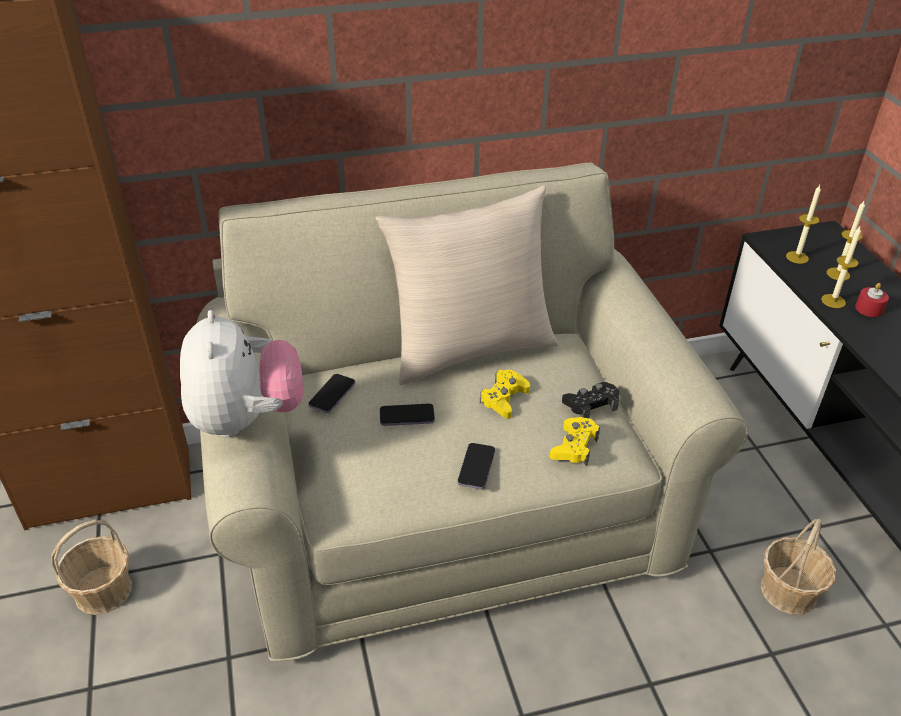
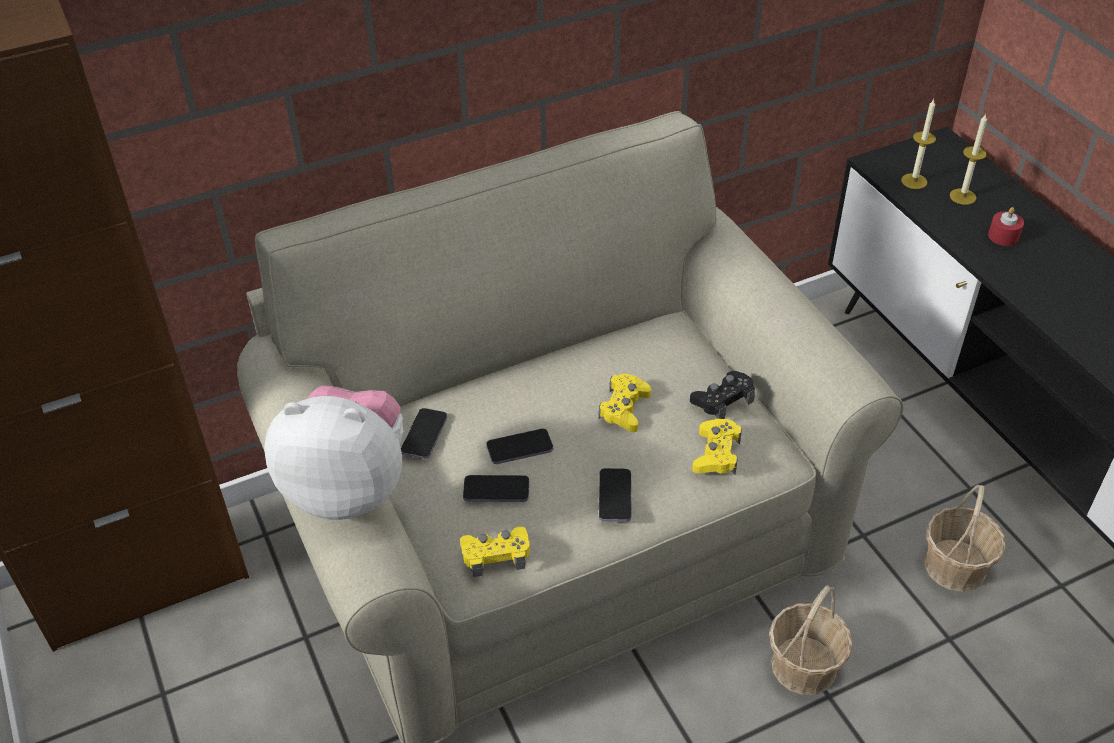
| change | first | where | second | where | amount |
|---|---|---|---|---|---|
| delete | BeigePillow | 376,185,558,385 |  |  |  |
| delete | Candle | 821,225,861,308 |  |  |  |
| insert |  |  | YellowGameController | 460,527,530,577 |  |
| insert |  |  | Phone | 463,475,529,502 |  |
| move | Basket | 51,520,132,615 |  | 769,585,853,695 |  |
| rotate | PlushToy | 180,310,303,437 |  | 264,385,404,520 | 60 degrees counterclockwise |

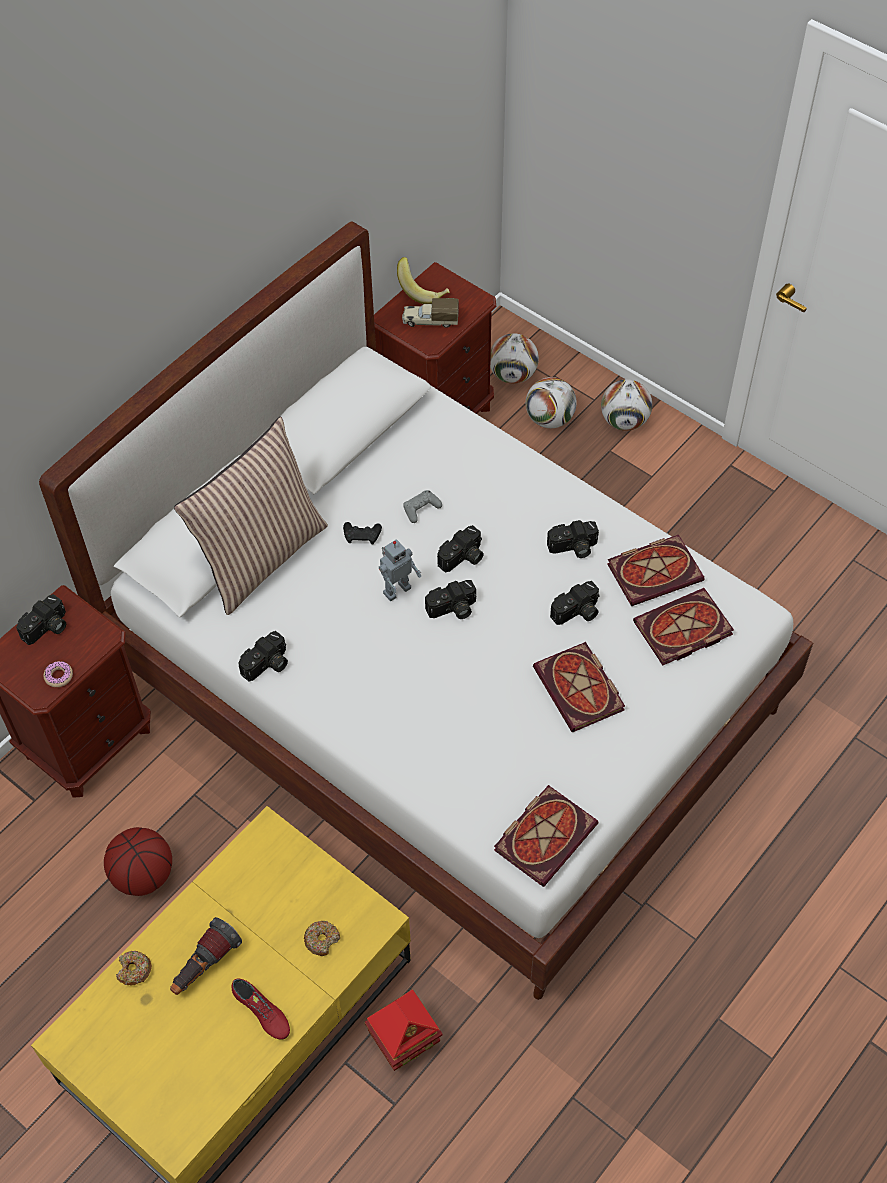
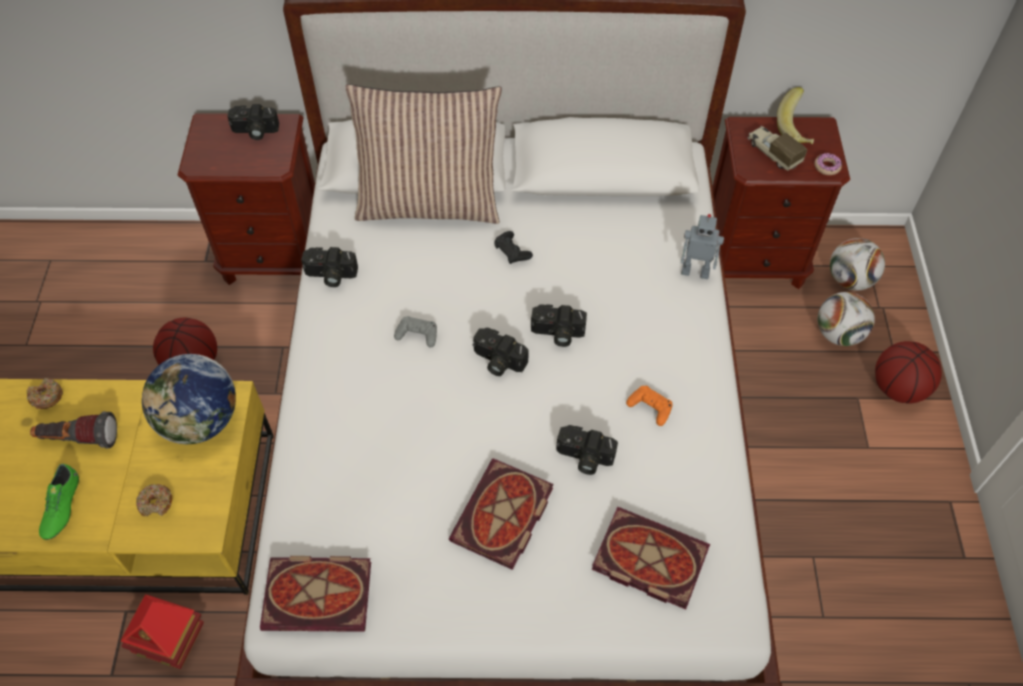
| change | first | where | second | where | amount |
|---|---|---|---|---|---|
| delete | Book | 607,535,704,606 |  |  |  |
| insert |  |  | Globe | 142,354,236,444 |  |
| move | Donut | 43,661,73,687 |  | 814,153,842,175 |  |
| move | ToyRobot | 379,539,422,601 |  | 681,214,724,279 |  |
| move | GreyGameController | 403,490,442,523 |  | 394,316,437,347 |  |
| replace | PhotoCamera | 547,520,599,558 | OrangeGameController | 626,386,672,426 |  |
| replace | Football | 601,379,652,431 | Basketball | 875,341,942,404 |  |
| recolor | RedShoe | 232,978,290,1040 | GreenShoe | 39,464,79,540 |  |

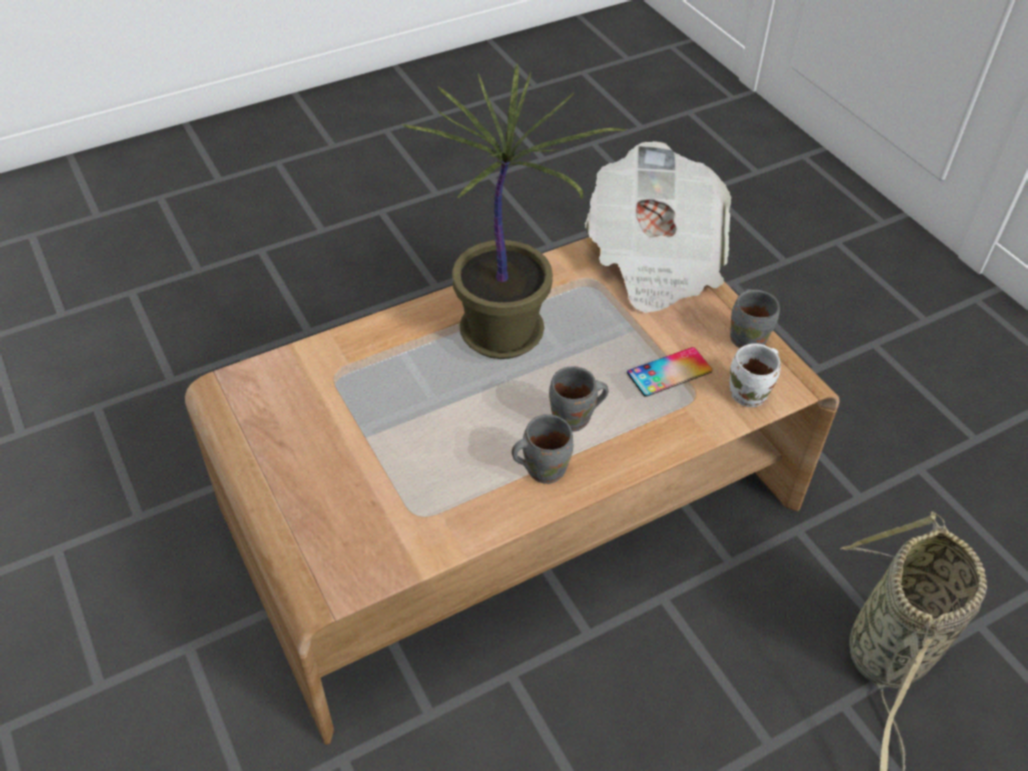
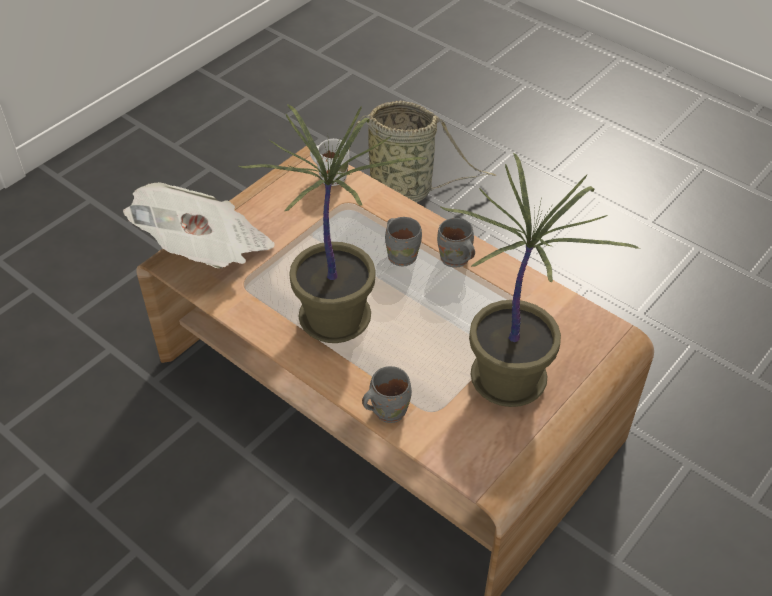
| change | first | where | second | where | amount |
|---|---|---|---|---|---|
| delete | Phone | 627,347,712,397 |  |  |  |
| insert |  |  | PottedPlant | 441,153,641,407 |  |
| move | GreyMug | 730,289,780,348 |  | 362,366,412,423 |  |

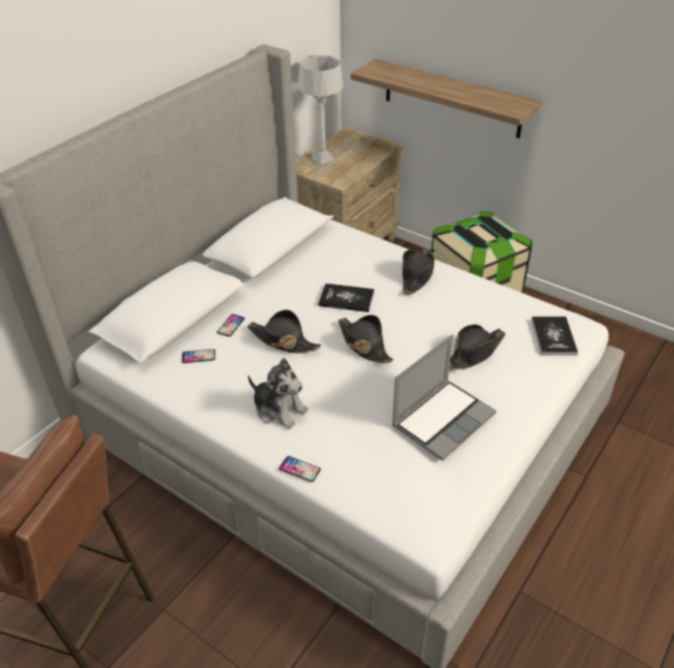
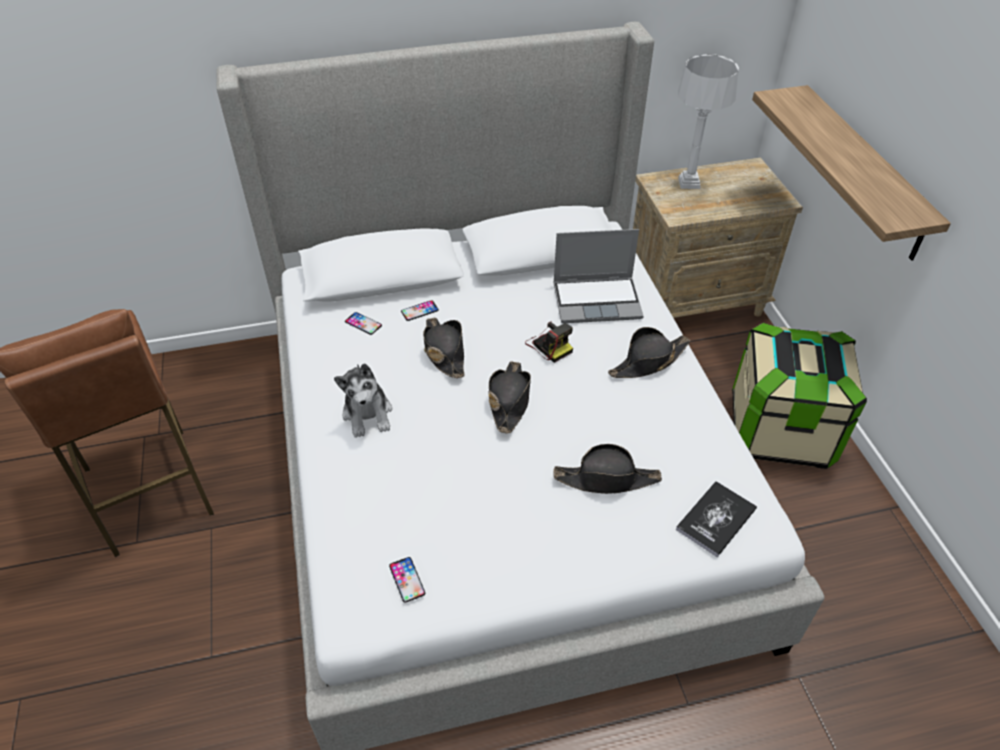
| change | first | where | second | where | amount |
|---|---|---|---|---|---|
| move | Phone | 279,456,321,482 |  | 389,557,425,603 |  |
| move | Laptop | 392,335,497,461 |  | 553,229,644,323 |  |
| replace | Book | 318,283,374,312 | PhotoCamera | 525,321,573,363 |  |

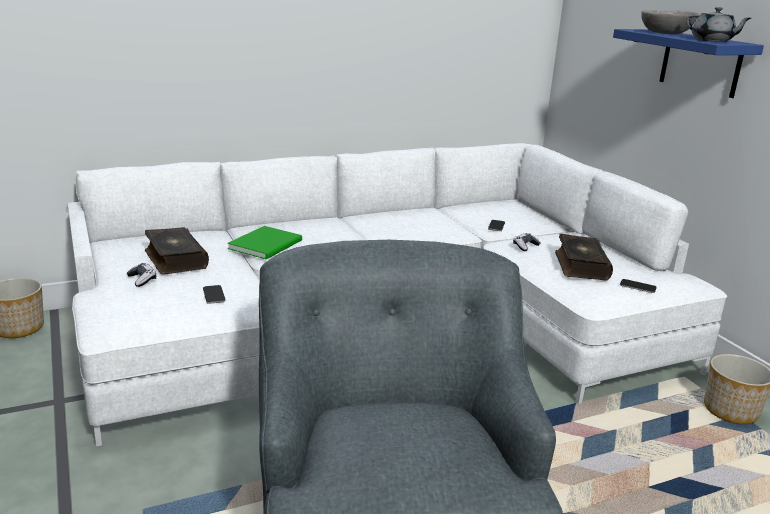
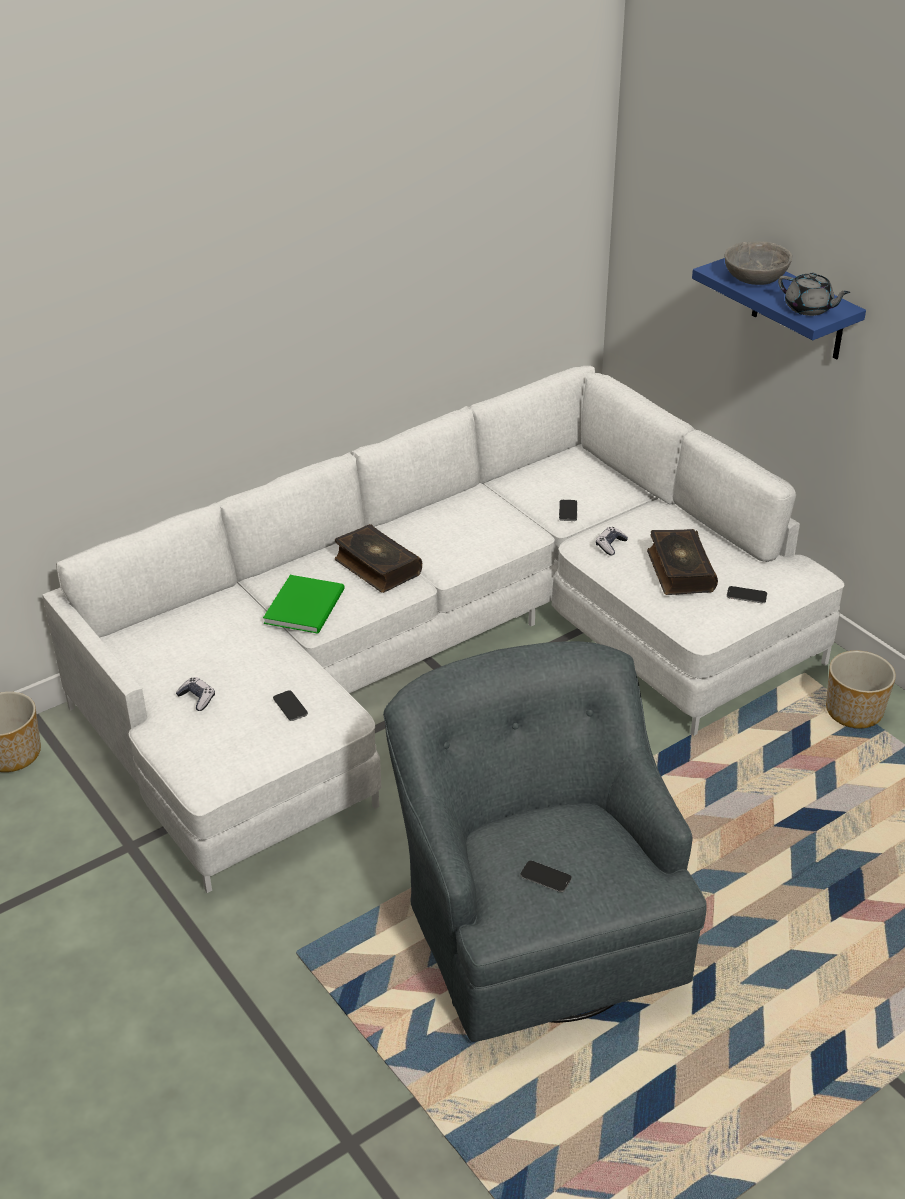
| change | first | where | second | where | amount |
|---|---|---|---|---|---|
| insert |  |  | Phone | 520,861,572,892 |  |
| move | Book | 145,227,209,275 |  | 335,524,422,593 |  |

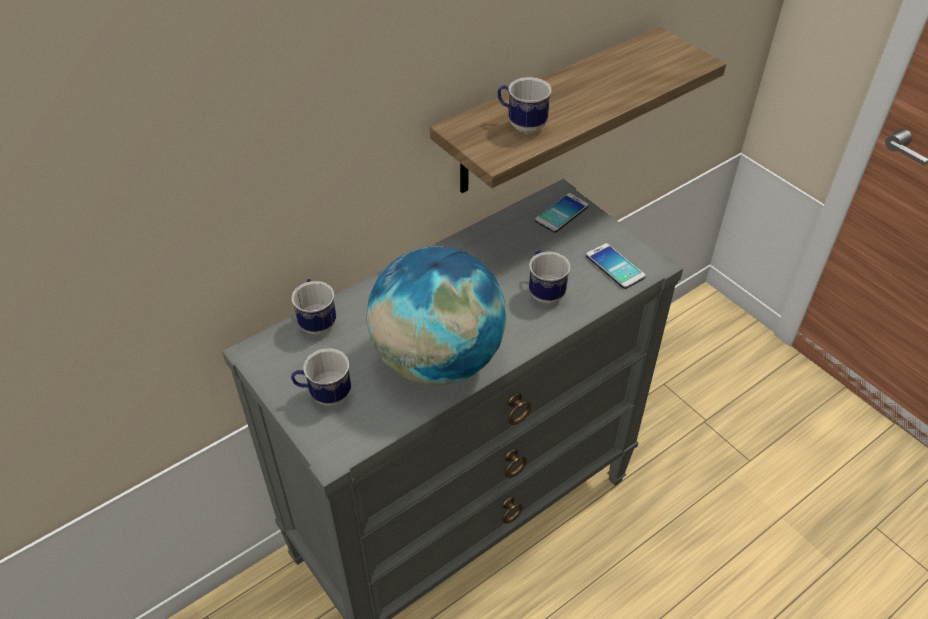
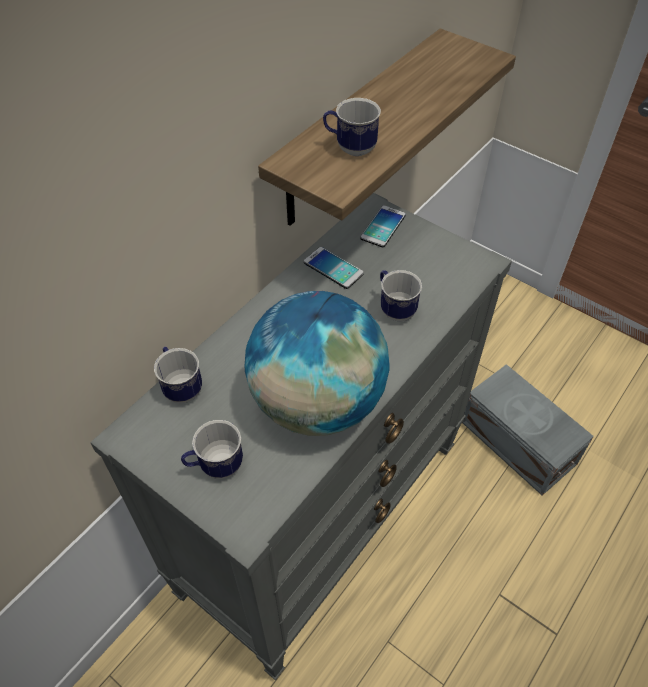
| change | first | where | second | where | amount |
|---|---|---|---|---|---|
| insert |  |  | GreyStorageBox | 462,364,594,495 |  |
| move | Phone | 586,243,645,289 |  | 304,247,364,289 |  |

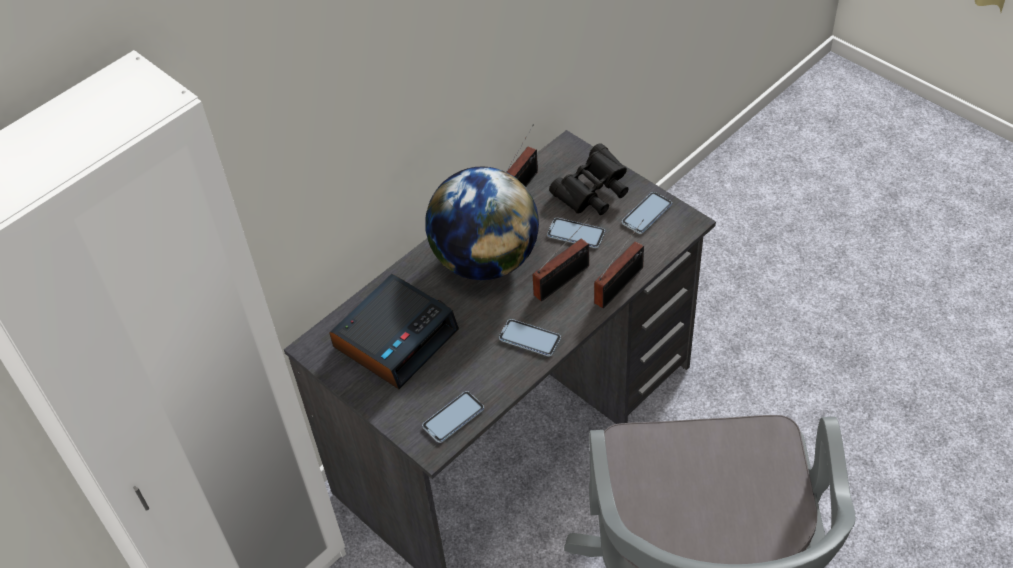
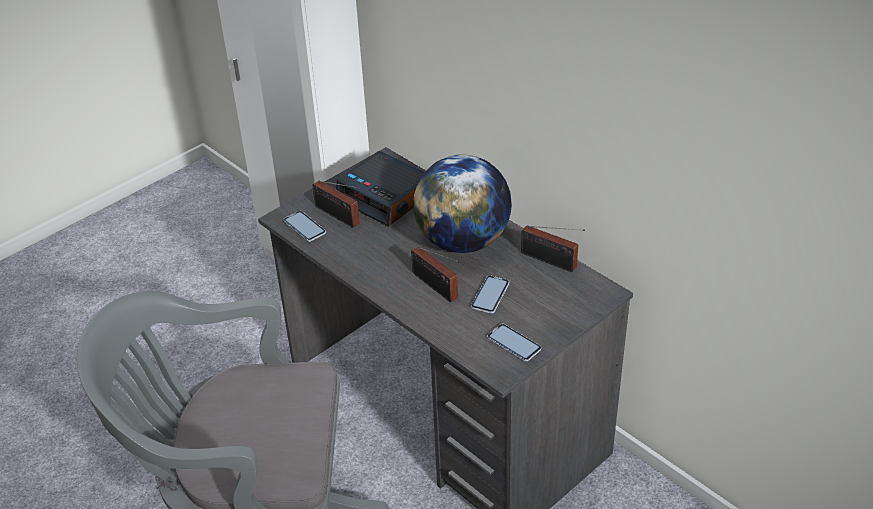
| change | first | where | second | where | amount |
|---|---|---|---|---|---|
| delete | Phone | 499,319,561,356 |  |  |  |
| delete | BlackBinoculars | 549,143,629,215 |  |  |  |
| move | Radio | 594,220,644,308 |  | 312,180,360,228 |  |

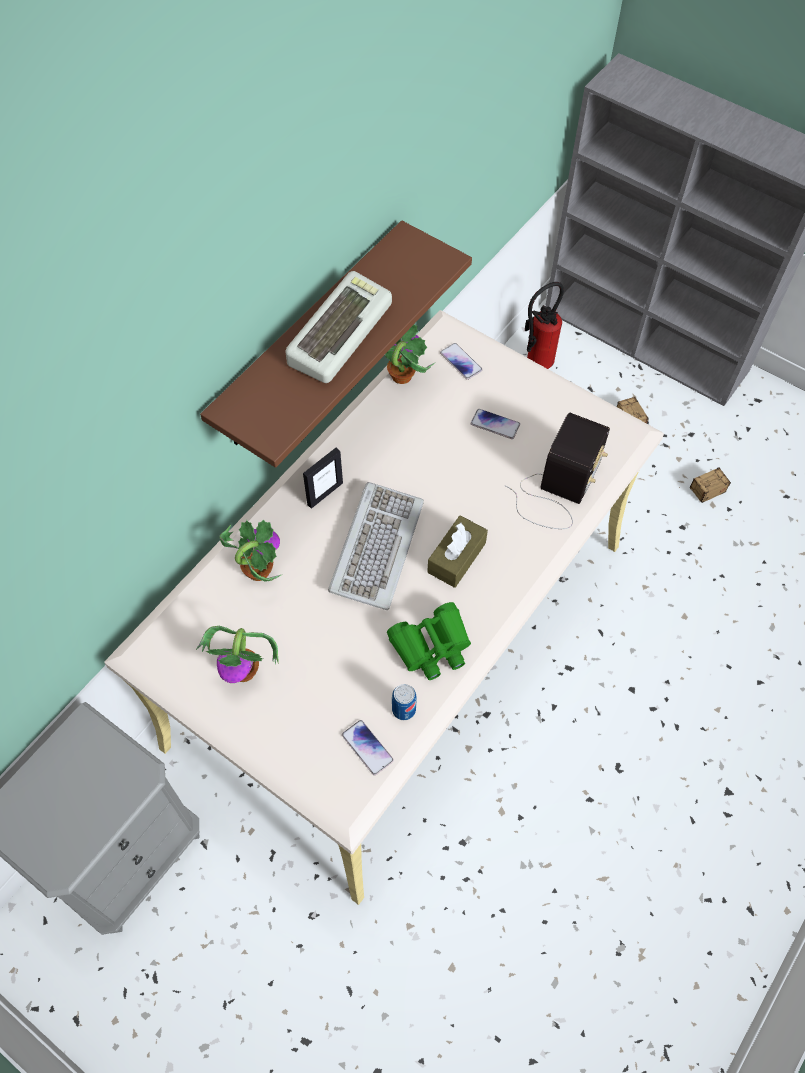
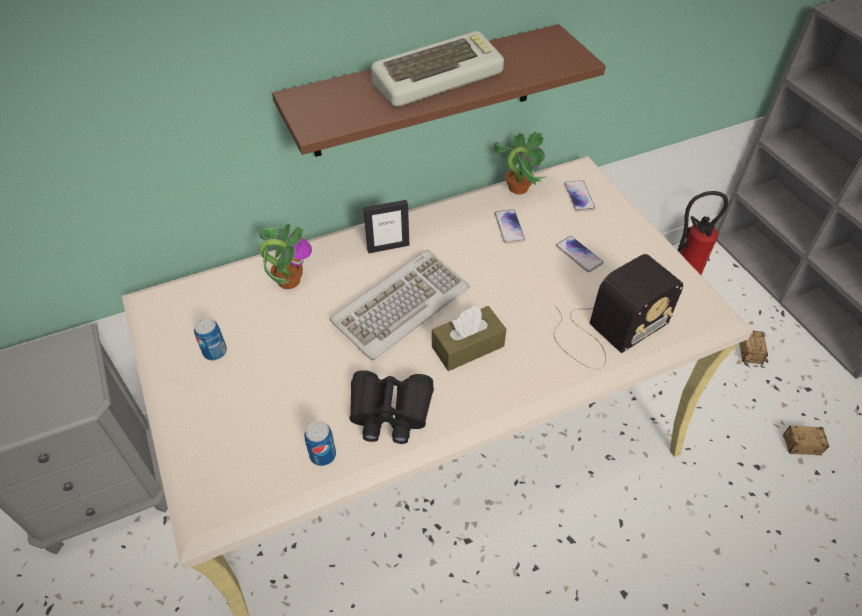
| change | first | where | second | where | amount |
|---|---|---|---|---|---|
| move | Phone | 342,720,394,776 |  | 495,209,525,244 |  |
| replace | PottedPlant | 196,626,279,683 | Can | 194,317,227,360 |  |
| recolor | GreenBinoculars | 387,602,471,680 | BlackBinoculars | 349,370,434,444 |  |

